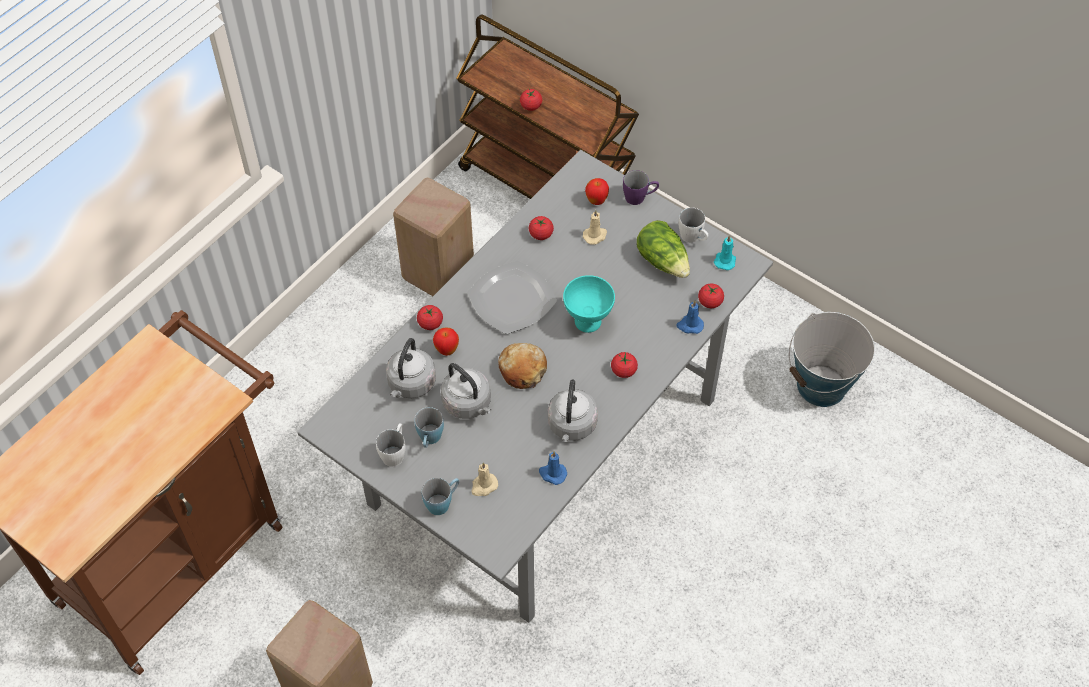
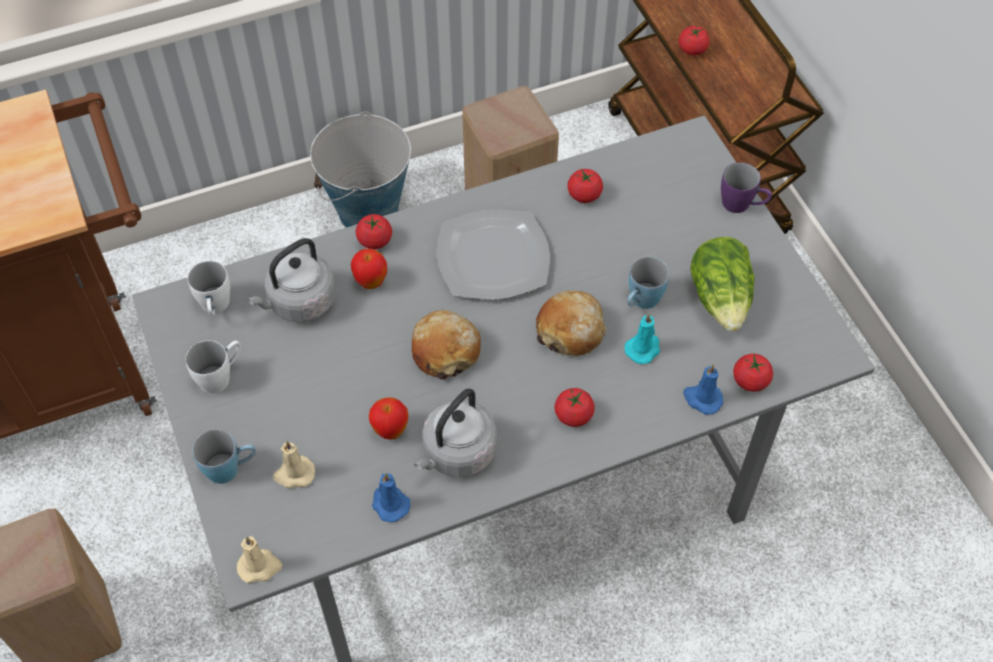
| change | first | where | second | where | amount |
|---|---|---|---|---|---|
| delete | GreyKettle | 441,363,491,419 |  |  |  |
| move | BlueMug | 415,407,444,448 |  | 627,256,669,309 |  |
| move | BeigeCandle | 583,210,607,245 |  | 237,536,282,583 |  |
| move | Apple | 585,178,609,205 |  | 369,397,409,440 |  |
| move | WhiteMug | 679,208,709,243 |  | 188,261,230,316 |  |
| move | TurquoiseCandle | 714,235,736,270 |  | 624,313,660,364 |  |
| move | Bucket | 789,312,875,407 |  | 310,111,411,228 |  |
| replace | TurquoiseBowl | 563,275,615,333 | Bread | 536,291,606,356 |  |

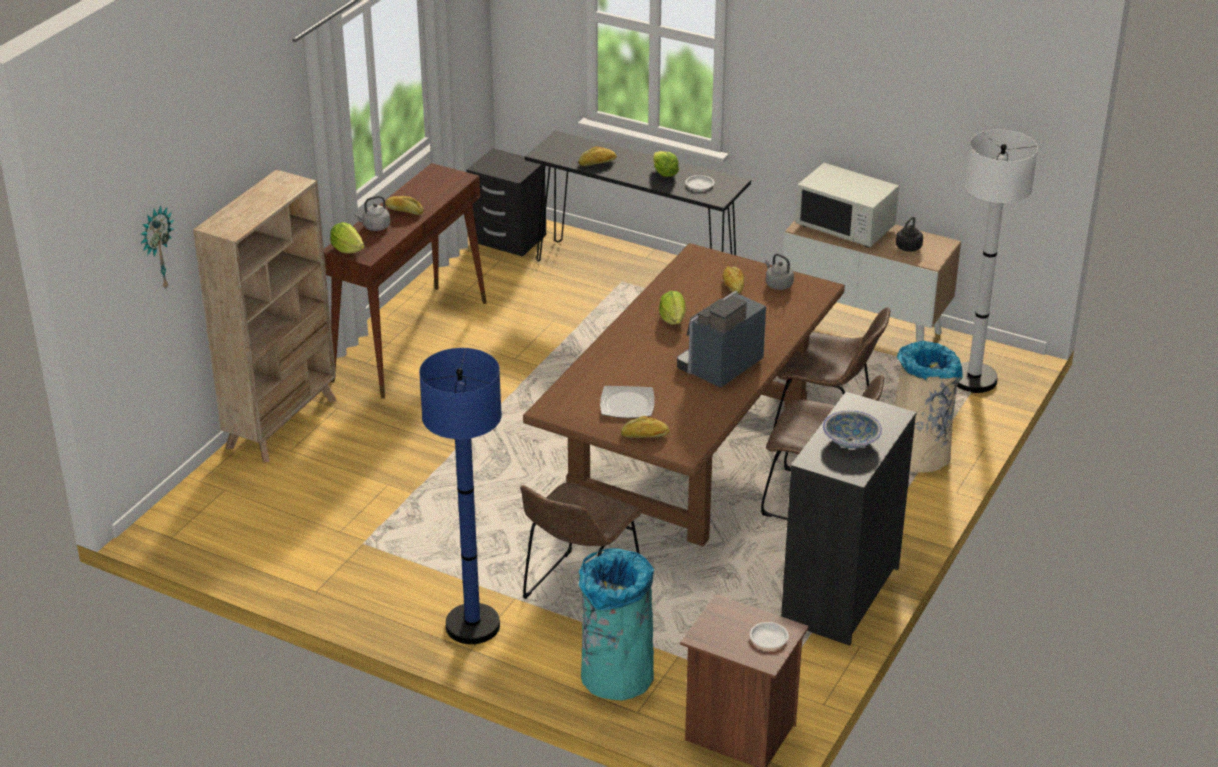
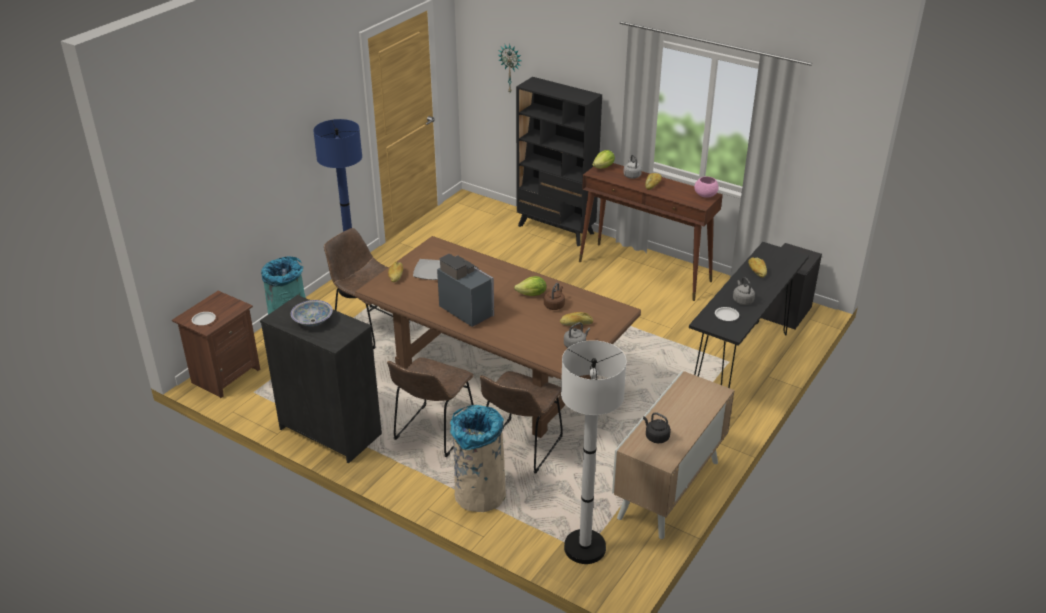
| change | first | where | second | where | amount |
|---|---|---|---|---|---|
| delete | WhiteMicrowave | 795,163,899,248 |  |  |  |
| insert |  |  | BrownKettle | 544,283,565,310 |  |
| insert |  |  | PinkBowl | 694,176,719,198 |  |
| replace | Lettuce | 653,151,679,177 | GreyKettle | 733,277,755,305 |  |
| recolor | BeigeBookcase | 193,169,337,463 | BlackBookcase | 516,77,602,246 |  |

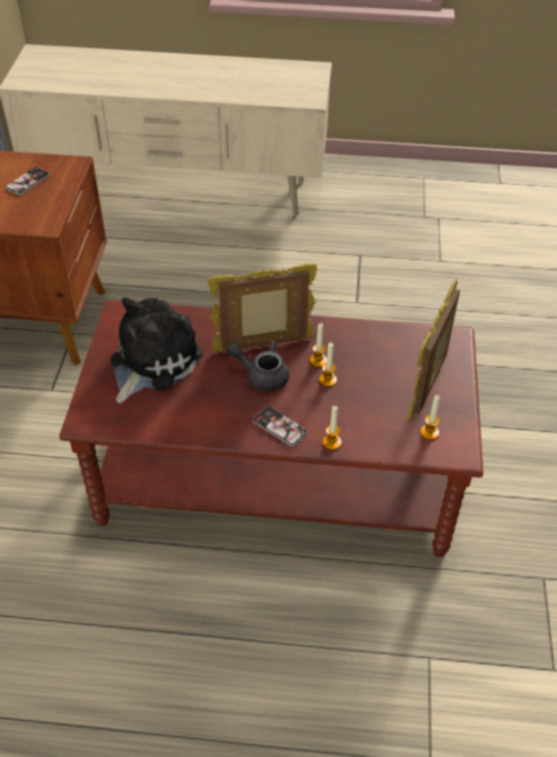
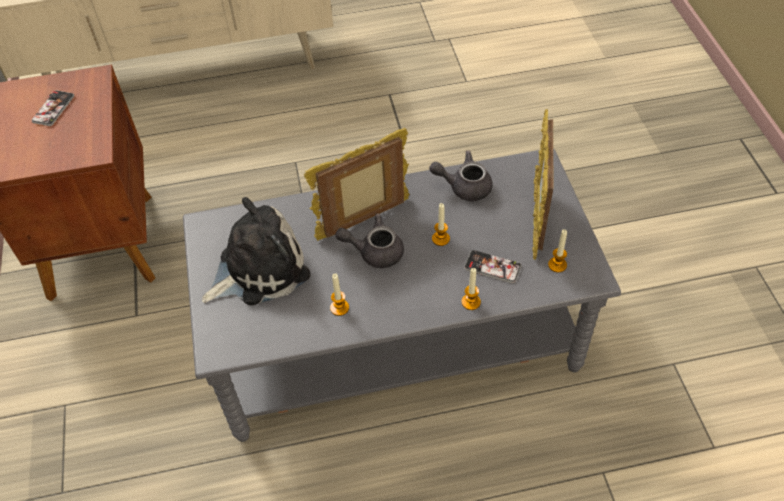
| change | first | where | second | where | amount |
|---|---|---|---|---|---|
| insert |  |  | GreyTeapot | 429,151,493,201 |  |
| move | Phone | 253,406,308,447 |  | 464,250,521,283 |  |
| move | Candle | 310,323,327,367 |  | 330,273,349,316 |  |
| recolor | BrownCoffeeTable | 59,300,483,557 | GreyCoffeeTable | 183,149,621,442 |  |
| rotate | PlushToy | 111,297,203,404 |  | 202,197,310,305 | 45 degrees clockwise |

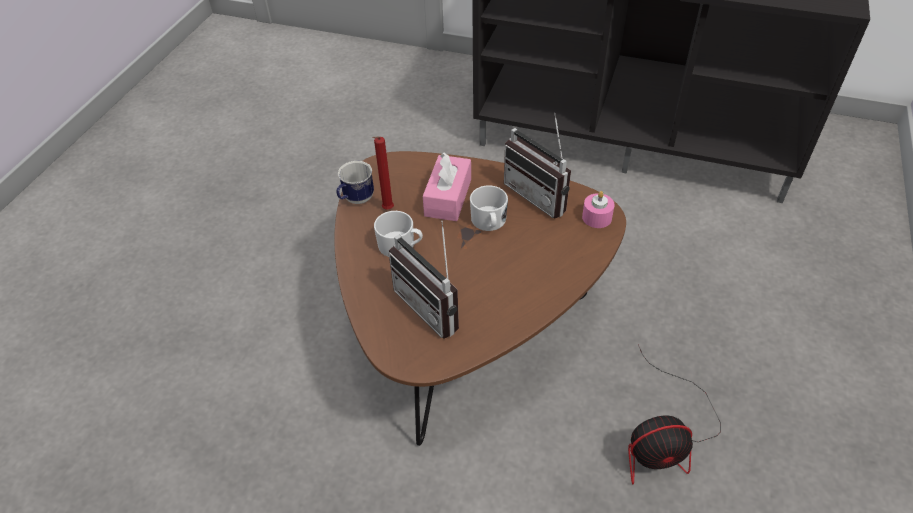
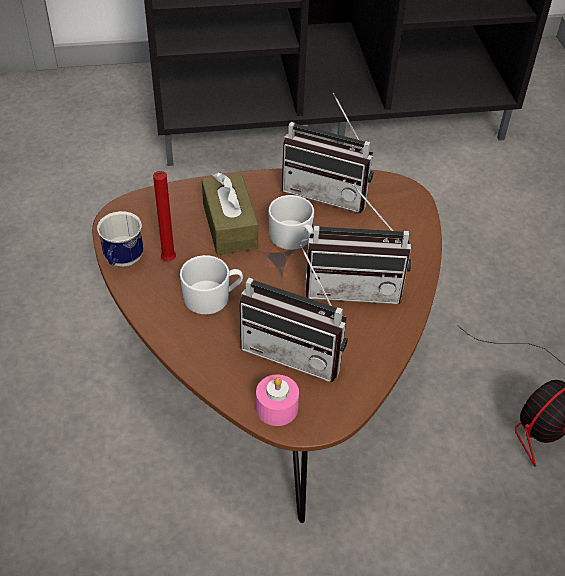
| change | first | where | second | where | amount |
|---|---|---|---|---|---|
| insert |  |  | Radio | 305,184,411,304 |  |
| move | PinkCandle | 582,191,615,228 |  | 256,375,299,426 |  |
| recolor | PinkTissueBox | 423,153,471,221 | BrownTissueBox | 202,172,258,255 |  |

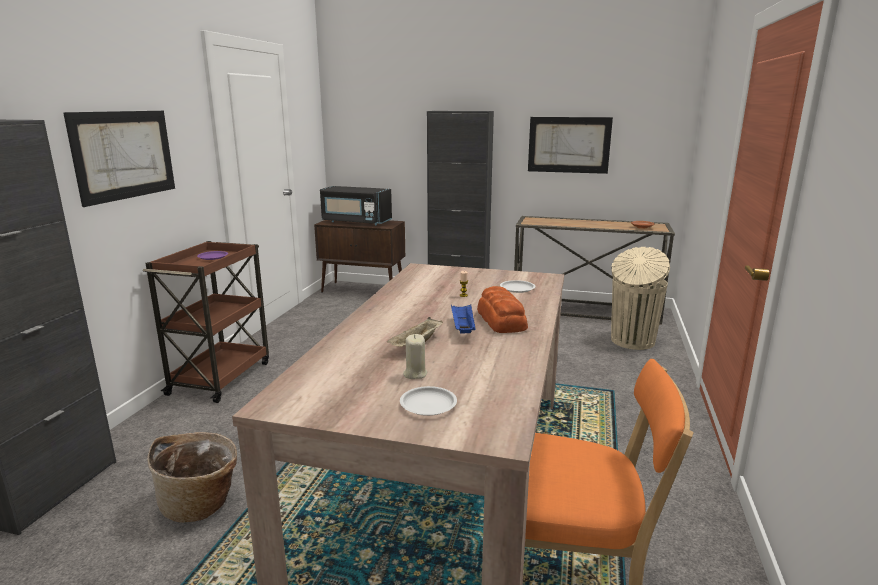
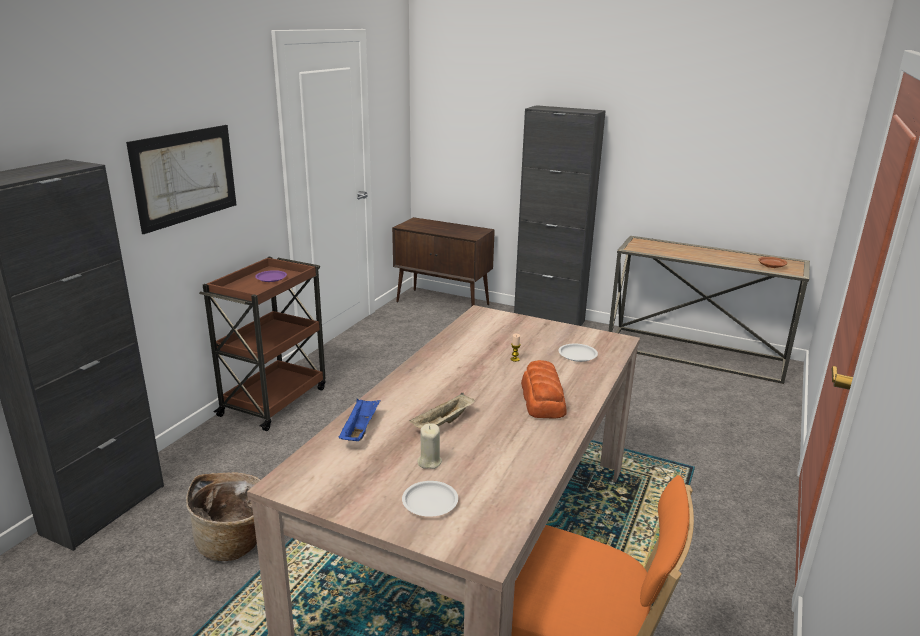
| change | first | where | second | where | amount |
|---|---|---|---|---|---|
| delete | BlackMicrowave | 320,186,392,225 |  |  |  |
| delete | Picture | 528,117,613,174 |  |  |  |
| delete | BeigeTrashCan | 611,247,670,350 |  |  |  |
| move | BlueTray | 451,305,476,334 |  | 339,398,381,441 |  |

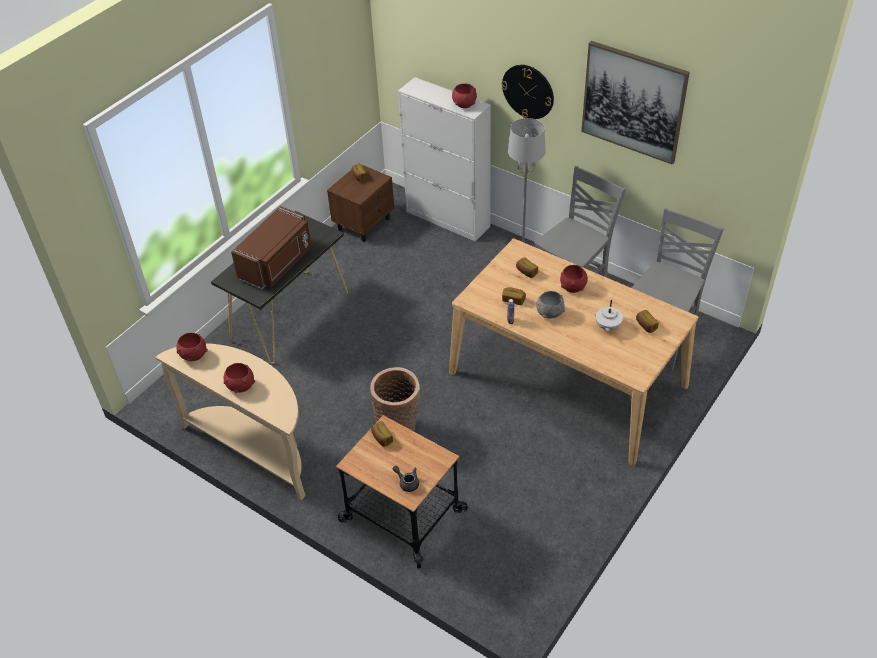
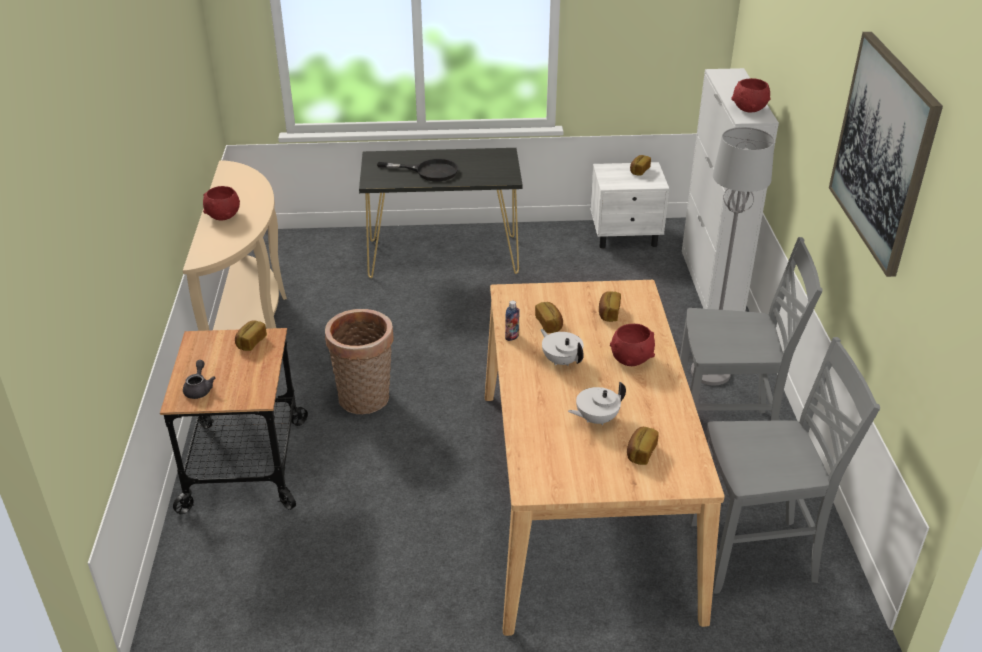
| change | first | where | second | where | amount |
|---|---|---|---|---|---|
| delete | RedBowl | 177,333,208,362 |  |  |  |
| delete | WallClock | 501,65,554,119 |  |  |  |
| replace | BrownMicrowave | 231,206,312,289 | BlackFryingPan | 377,159,458,181 |  |
| replace | GreyBowl | 536,291,565,318 | WhiteTeapot | 541,329,584,366 |  |
| recolor | BrownNightstand | 327,164,394,242 | WhiteNightstand | 590,162,669,249 |  |

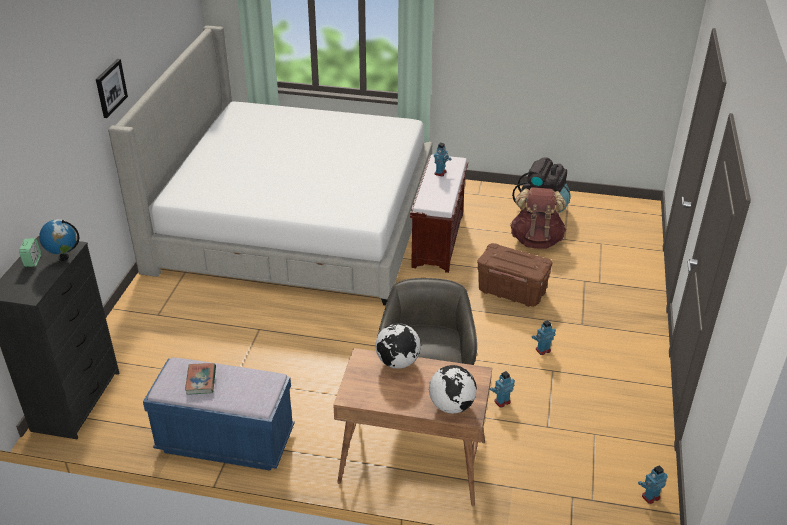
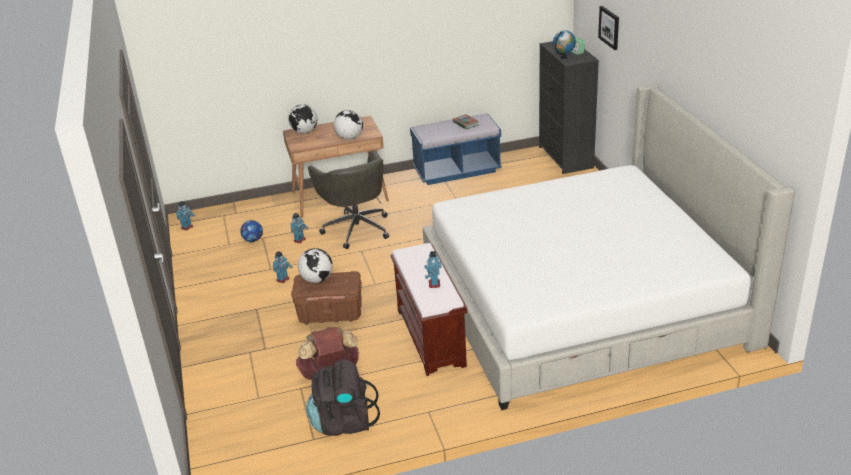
| change | first | where | second | where | amount |
|---|---|---|---|---|---|
| insert |  |  | Football | 240,220,263,242 |  |
| insert |  |  | Globe | 298,248,332,283 |  |
| move | Picture | 96,59,128,118 |  | 598,6,619,50 |  |

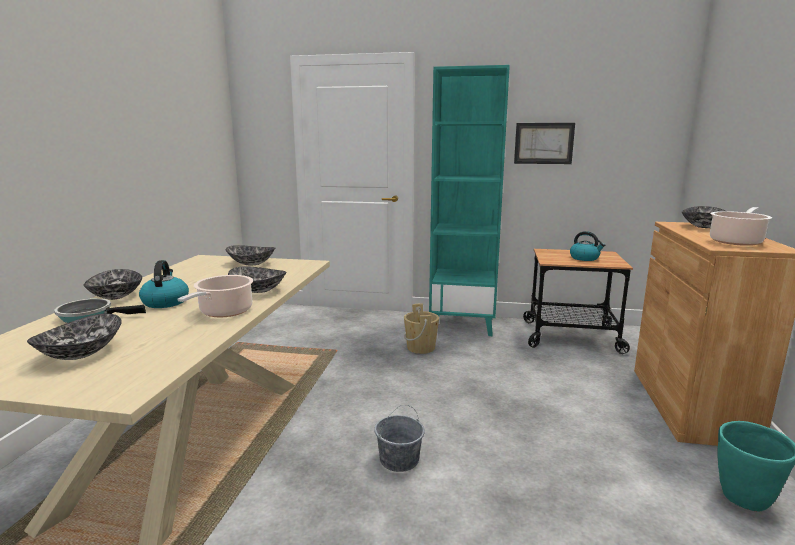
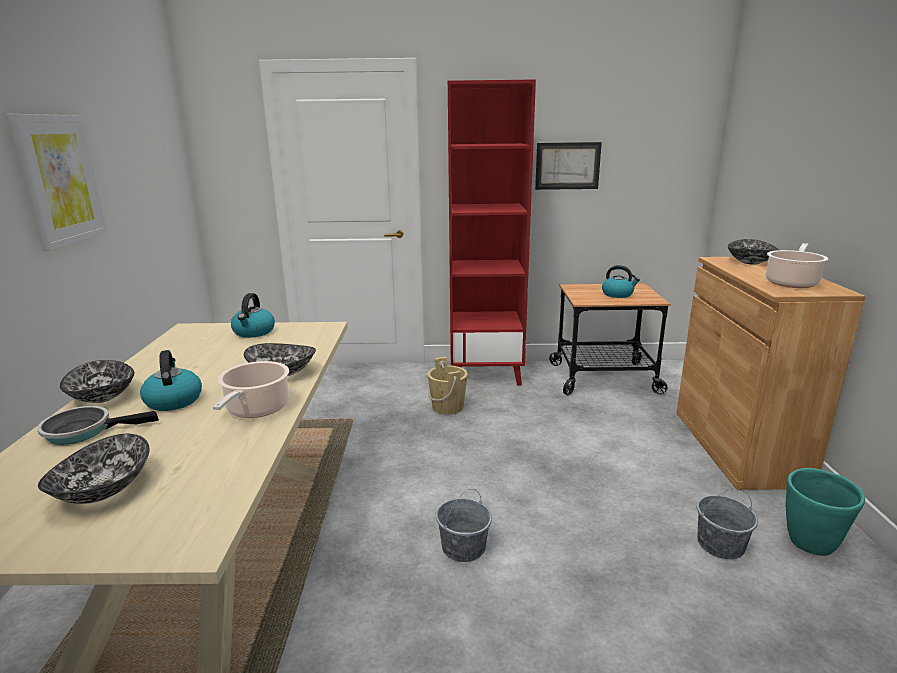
| change | first | where | second | where | amount |
|---|---|---|---|---|---|
| insert |  |  | Picture | 7,114,108,251 |  |
| insert |  |  | GreyBucket | 697,488,758,559 |  |
| replace | Bowl | 226,245,275,265 | Kettle | 231,293,275,338 |  |
| recolor | TurquoiseBookcase | 429,65,510,336 | RedBookcase | 448,79,536,386 |  |

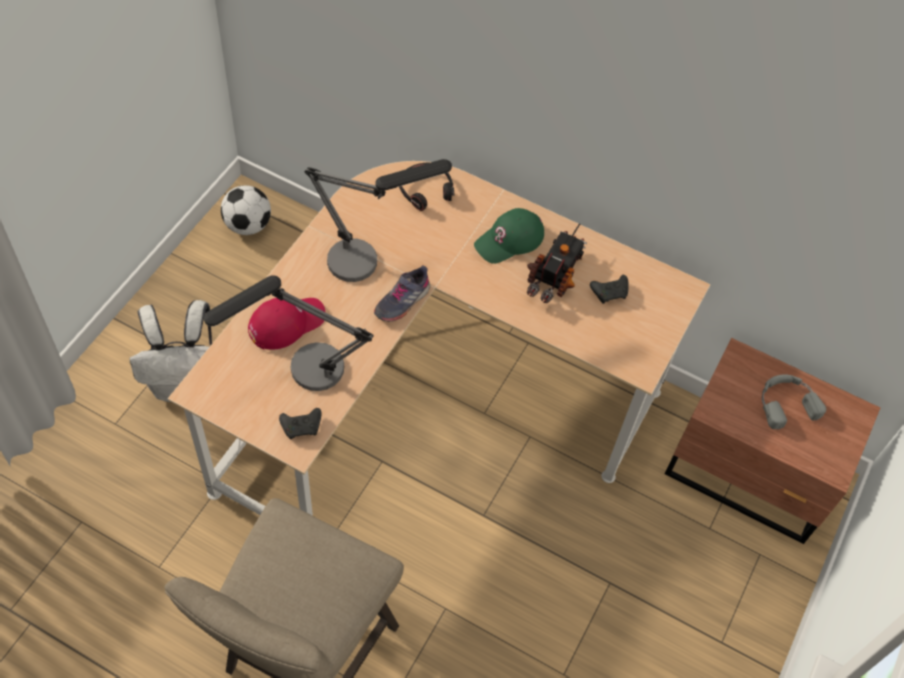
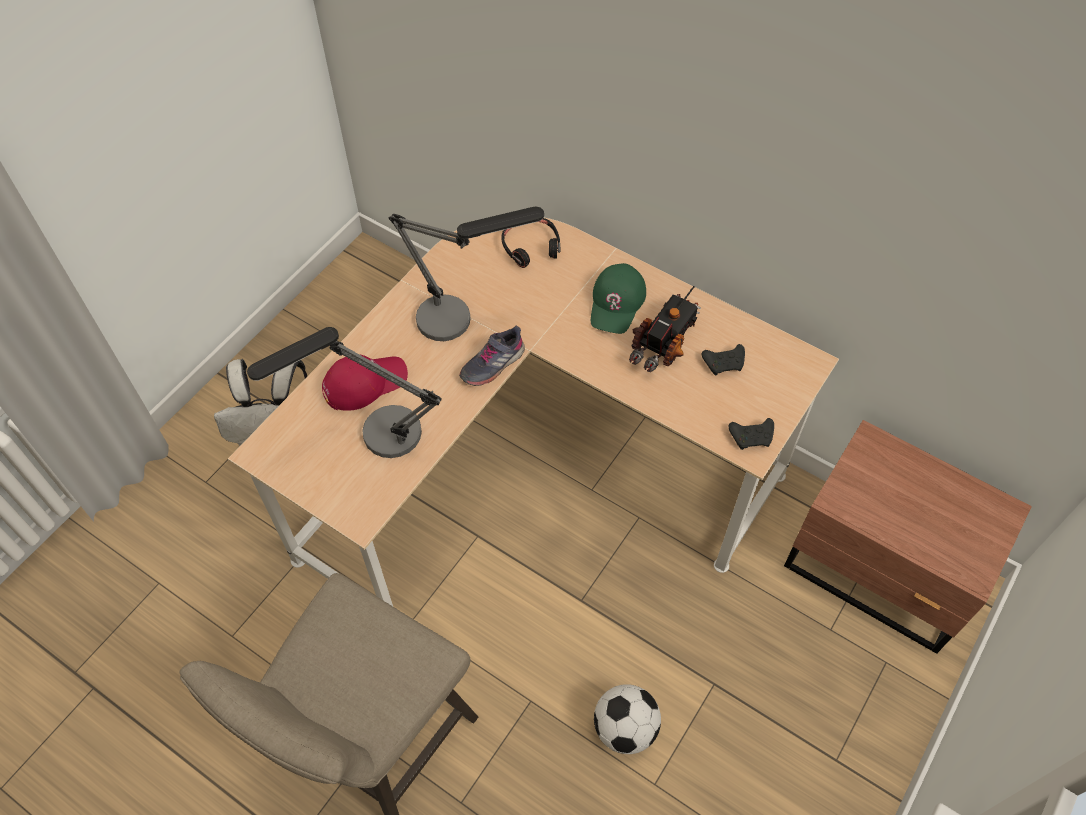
| change | first | where | second | where | amount |
|---|---|---|---|---|---|
| delete | GreyHeadphones | 762,374,826,429 |  |  |  |
| move | Football | 221,185,271,235 |  | 594,684,661,754 |  |
| move | BlackGameController | 279,408,322,439 |  | 729,418,774,450 |  |
| rotate | GreenCap | 474,208,544,264 |  | 591,263,646,334 | 45 degrees counterclockwise |

